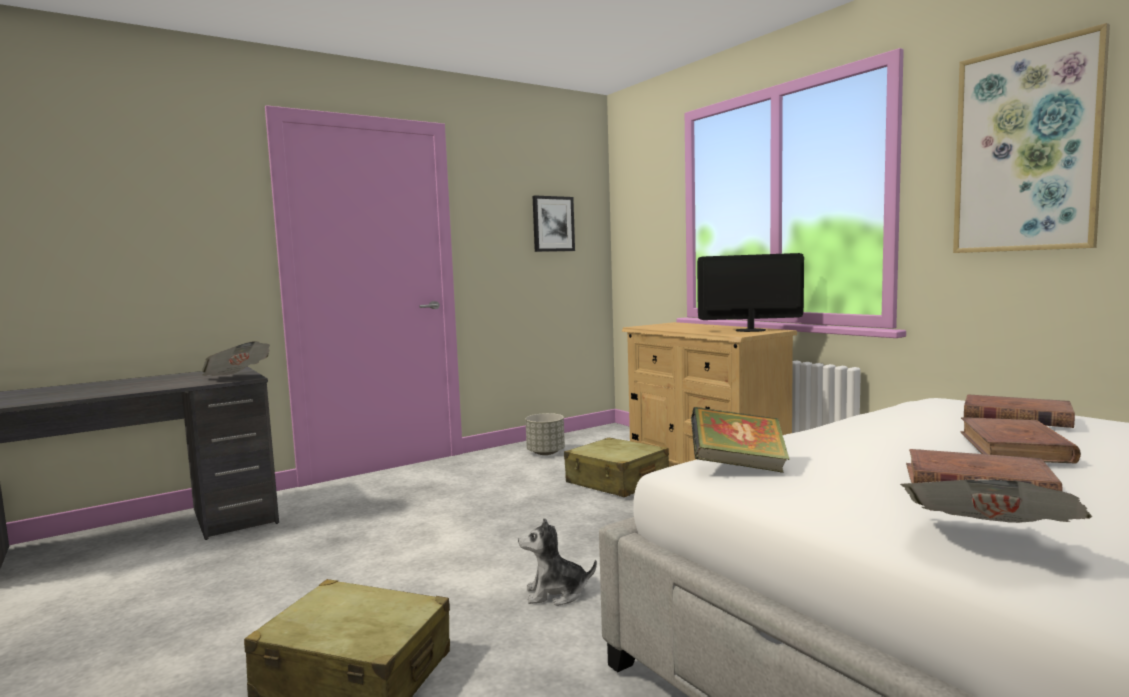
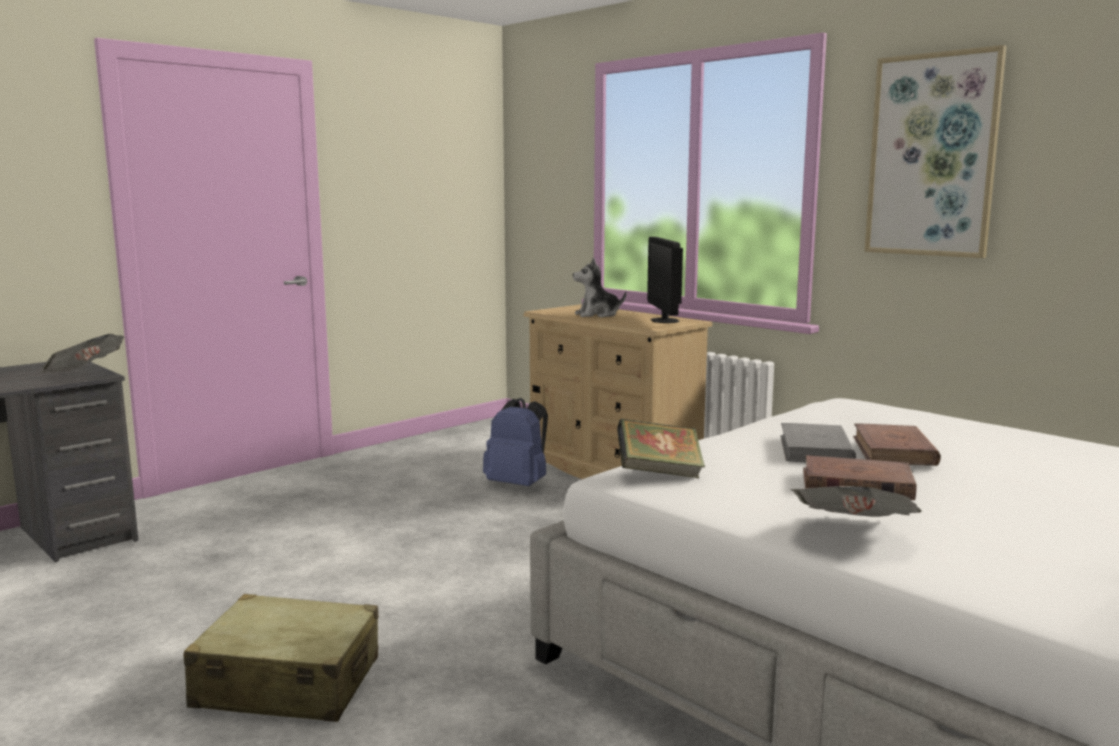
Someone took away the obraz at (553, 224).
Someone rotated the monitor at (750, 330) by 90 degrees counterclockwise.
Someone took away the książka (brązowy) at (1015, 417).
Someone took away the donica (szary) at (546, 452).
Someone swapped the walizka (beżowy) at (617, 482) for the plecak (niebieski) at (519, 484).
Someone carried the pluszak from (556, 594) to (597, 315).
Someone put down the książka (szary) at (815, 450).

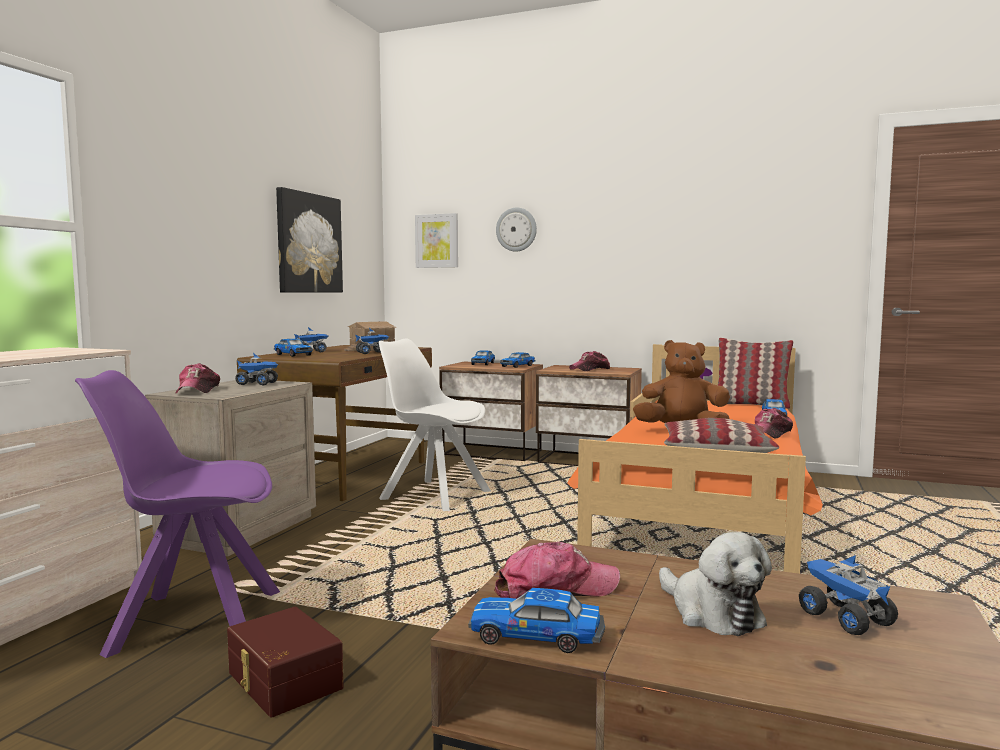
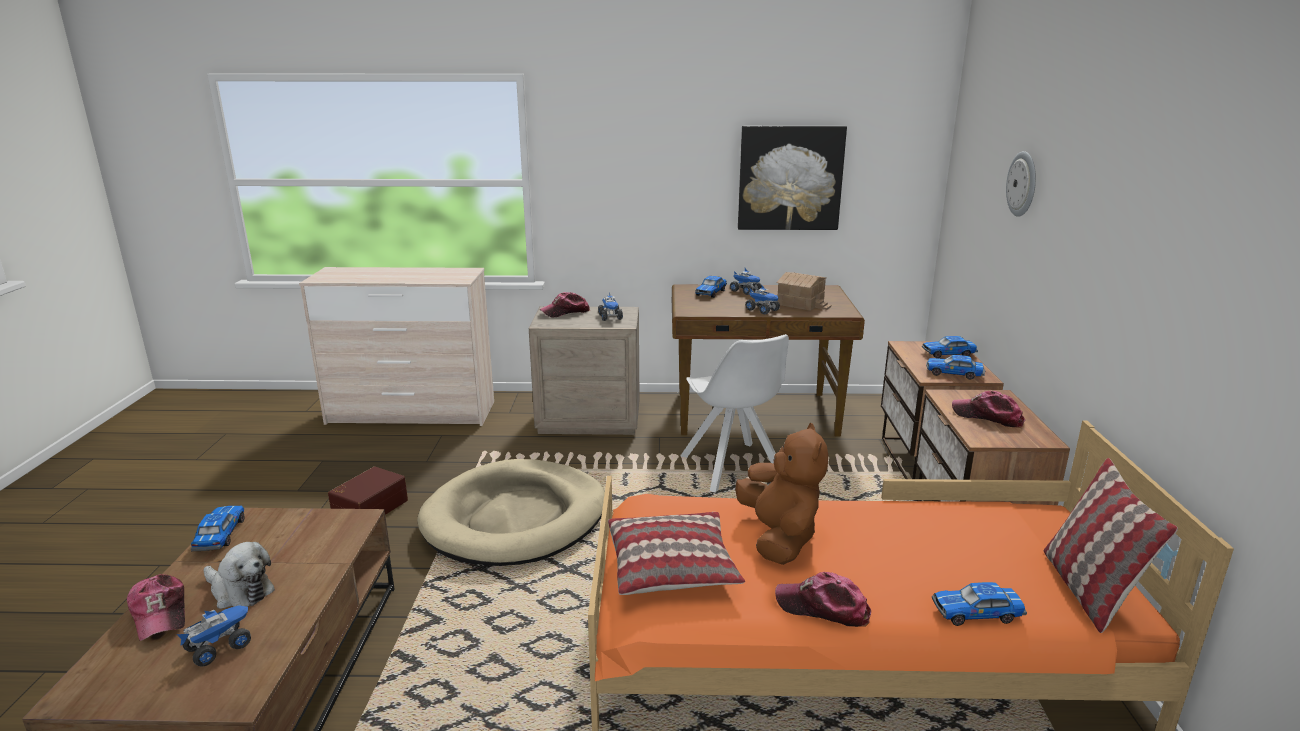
Someone took away the obraz at (437, 241).
Someone rotated the krzesło (biały) at (433, 495) by 150 degrees clockwise.
Someone took away the krzesło (fioletowy) at (192, 622).
Someone rotated the pluszak at (712, 613) by 105 degrees counterclockwise.
Someone carried the czapka z daszkiem from (555, 588) to (160, 614).
Someone put down the legowisko (beżowy) at (516, 518).

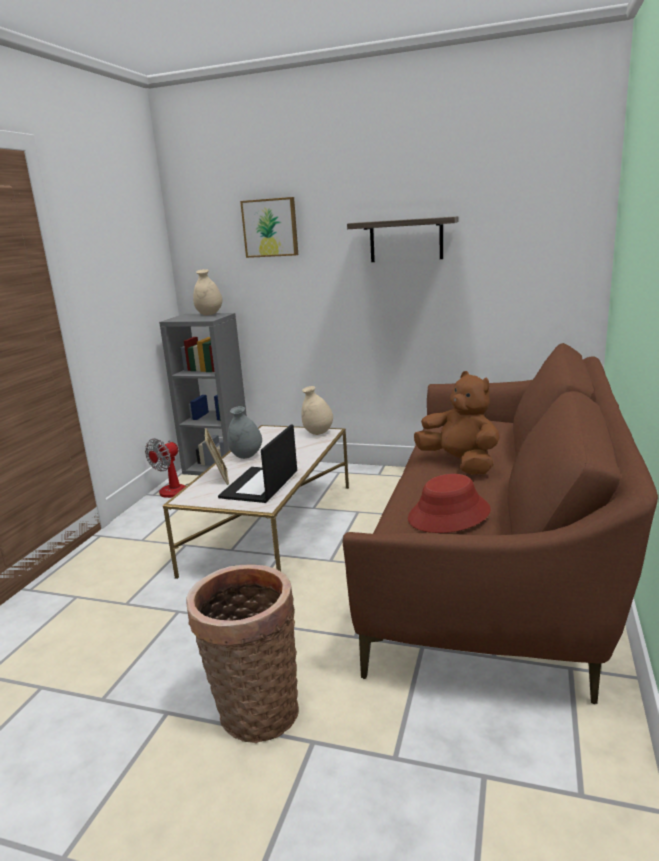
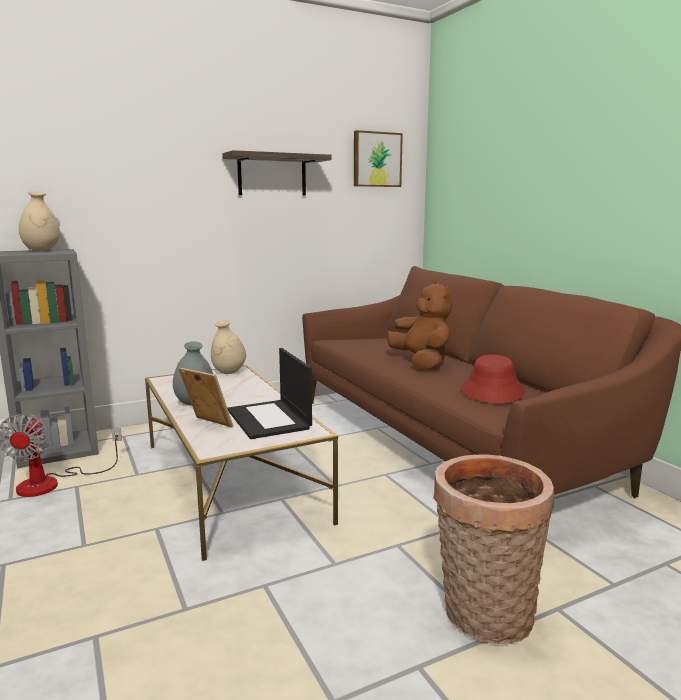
Someone carried the obraz from (270, 228) to (376, 159).
Someone rotated the pluszak (brązowy) at (460, 464) by 60 degrees clockwise.

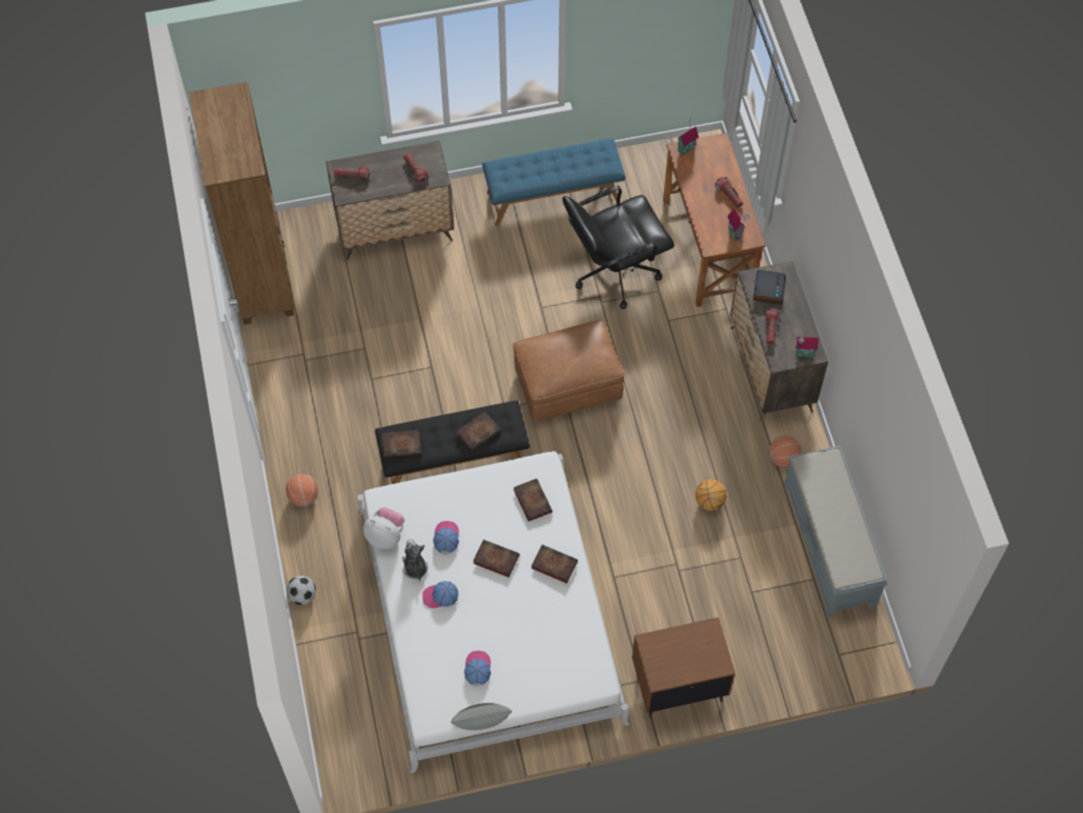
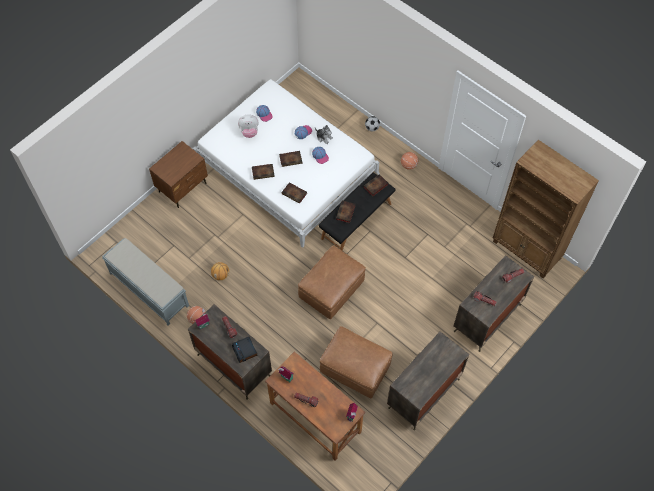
Someone swapped the ławka (niebieski) at (553, 196) for the komoda at (423, 393).
Someone swapped the krzesło biurowe (czarny) at (614, 271) for the pufa (brązowy) at (355, 369).
Someone carried the pluszak from (386, 536) to (249, 132).
Someone took away the poduszka (szary) at (481, 726).

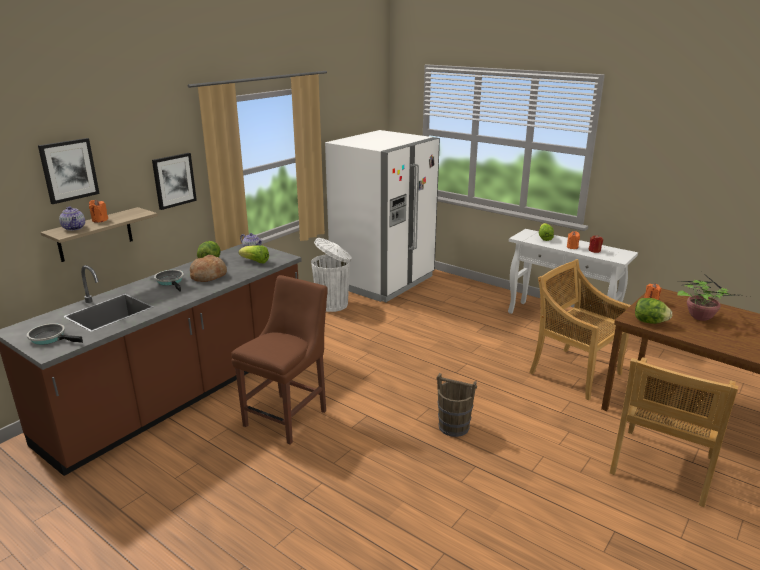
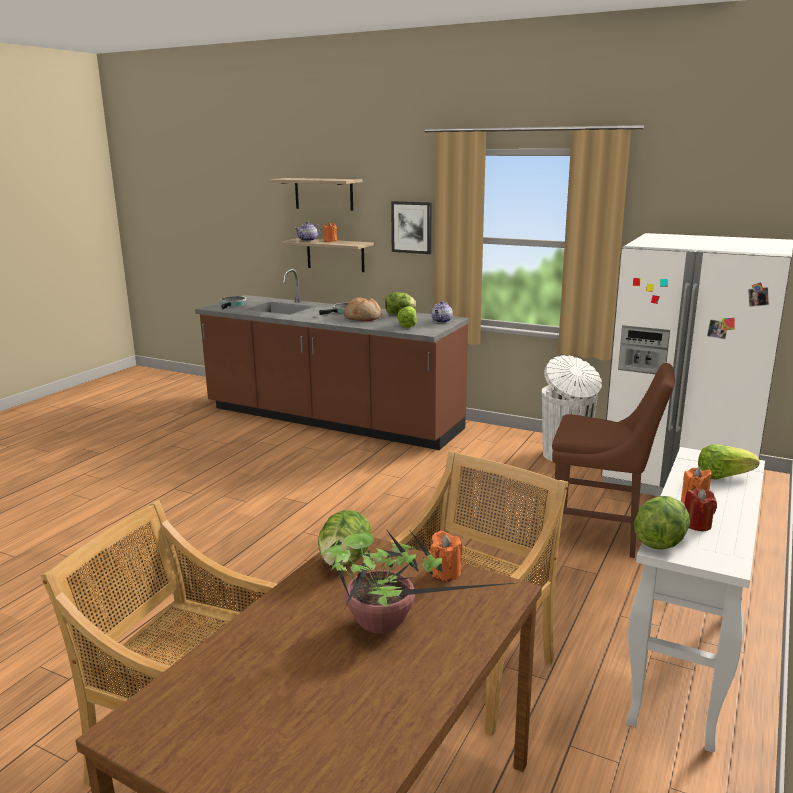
Someone swapped the obraz at (69, 170) for the półka at (323, 194).
Someone carried the krzesło (brązowy) from (288, 416) to (601, 534).
Someone took away the wiadro (brązowy) at (454, 427).
Someone put down the sałata at (660, 542).

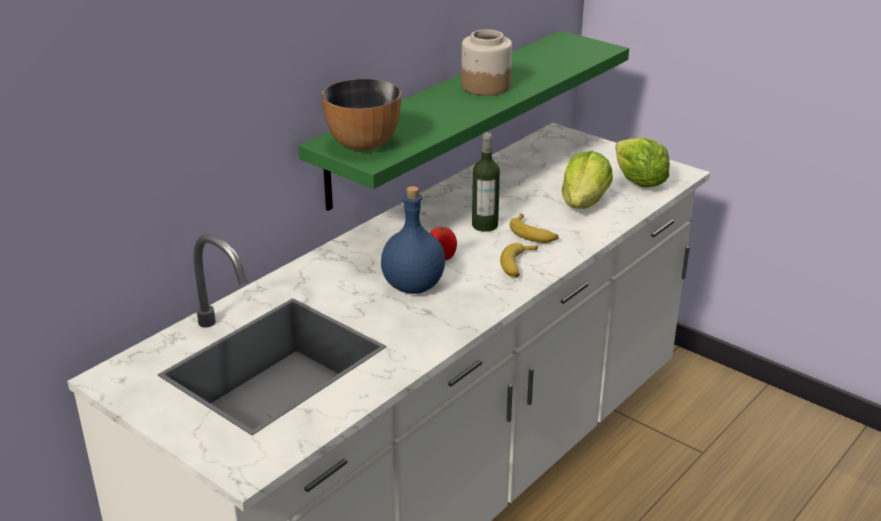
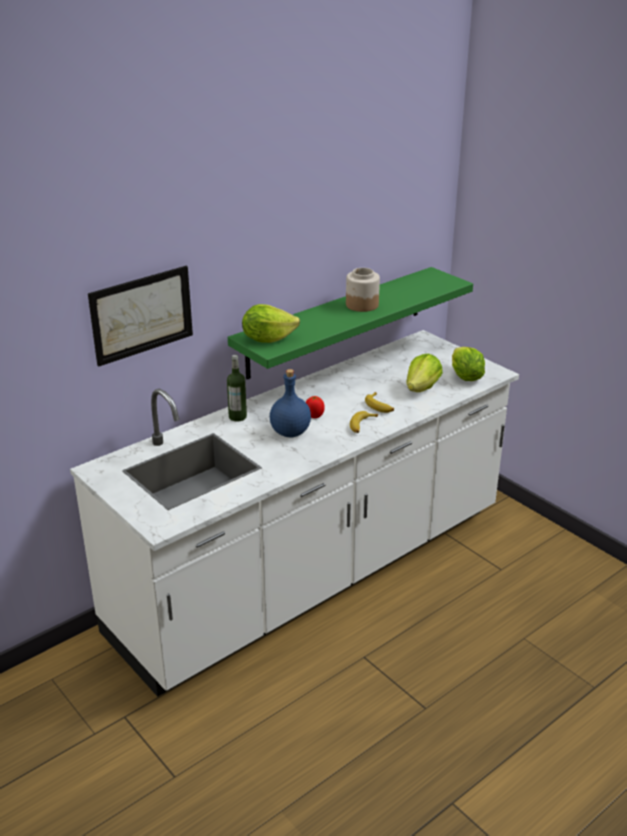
Someone swapped the miska at (363, 144) for the sałata at (267, 339).
Someone carried the butelka from (485, 225) to (237, 417).
Someone put up the obraz at (142, 314).

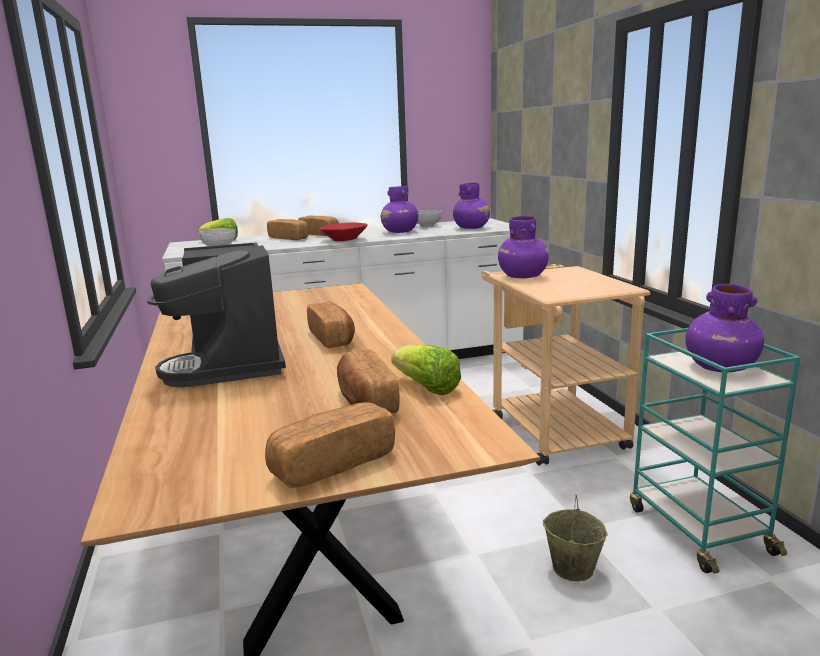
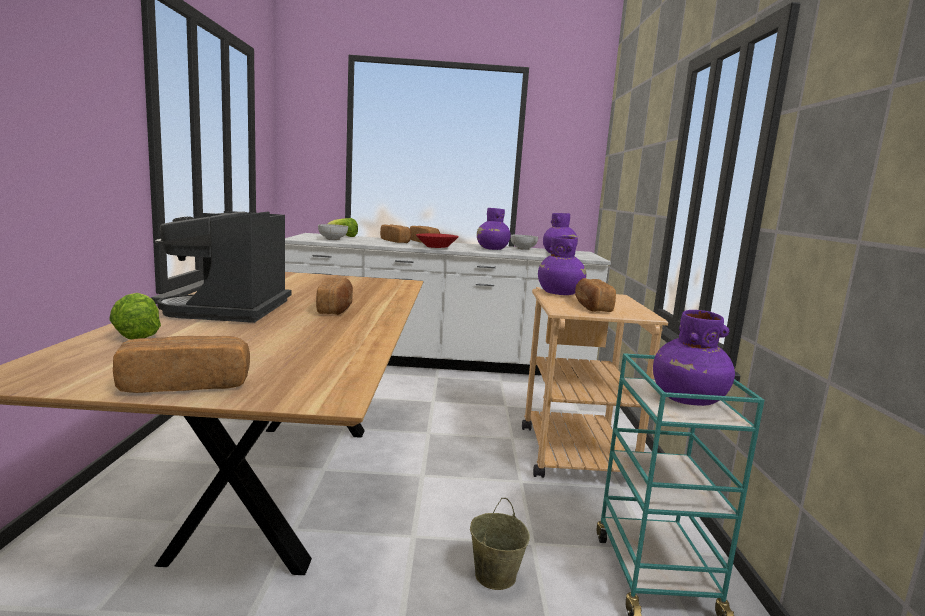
Someone carried the sałata from (426, 388) to (138, 334).
Someone carried the chleb from (366, 401) to (591, 307).

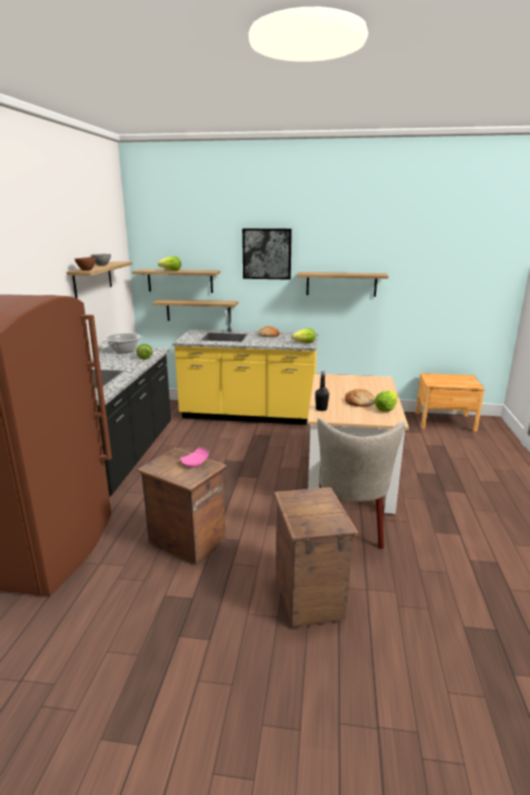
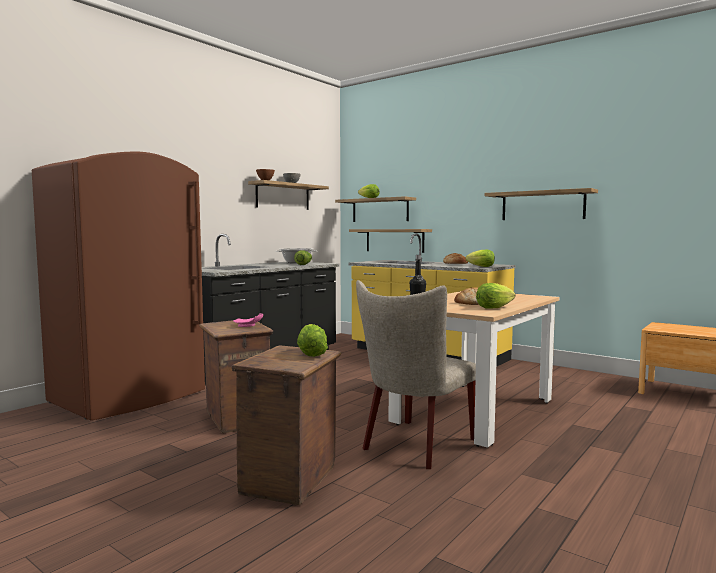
Someone took away the obraz at (267, 254).
Someone put down the sałata at (311, 354).

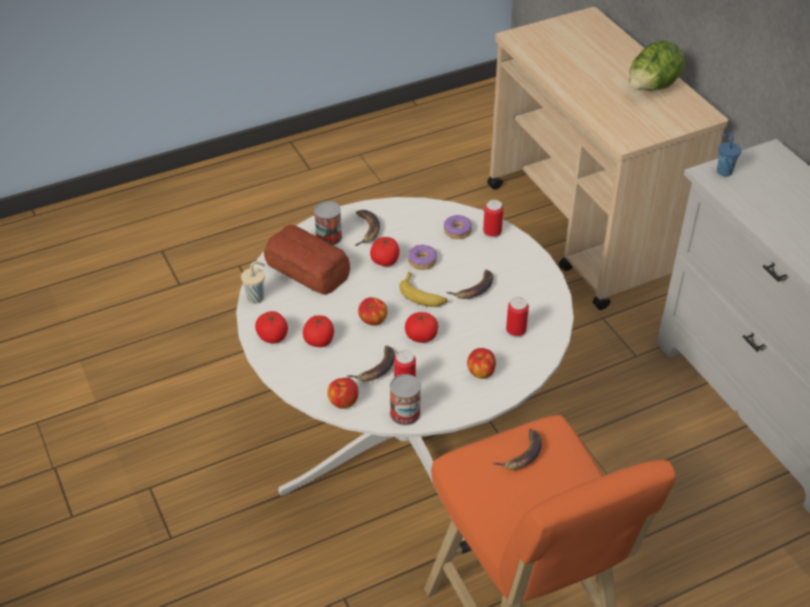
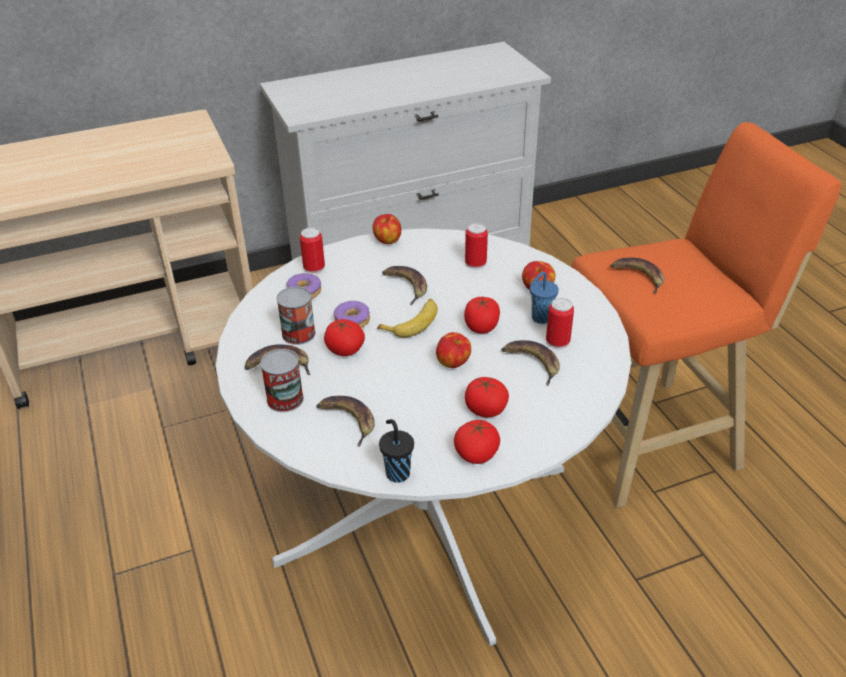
Someone took away the sałata at (652, 88).
Someone carried the filiżanka (niebieski) from (723, 171) to (540, 318).
Someone swapped the chleb at (308, 269) for the banan at (347, 420).
Someone repainted the filiżanka (beżowy) at (256, 298), which became the filiżanka (czarny) at (397, 473).
Someone carried the puszka from (405, 413) to (298, 334).
Someone carried the jabłko from (343, 402) to (387, 241).

